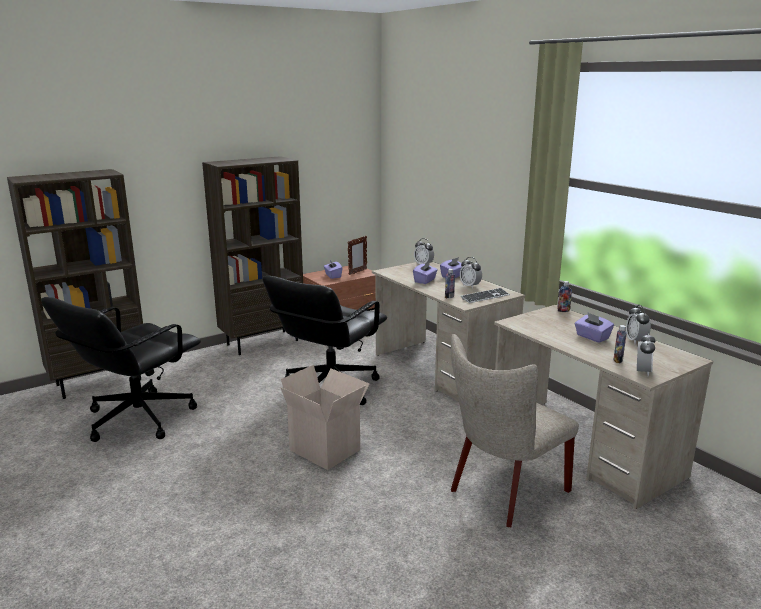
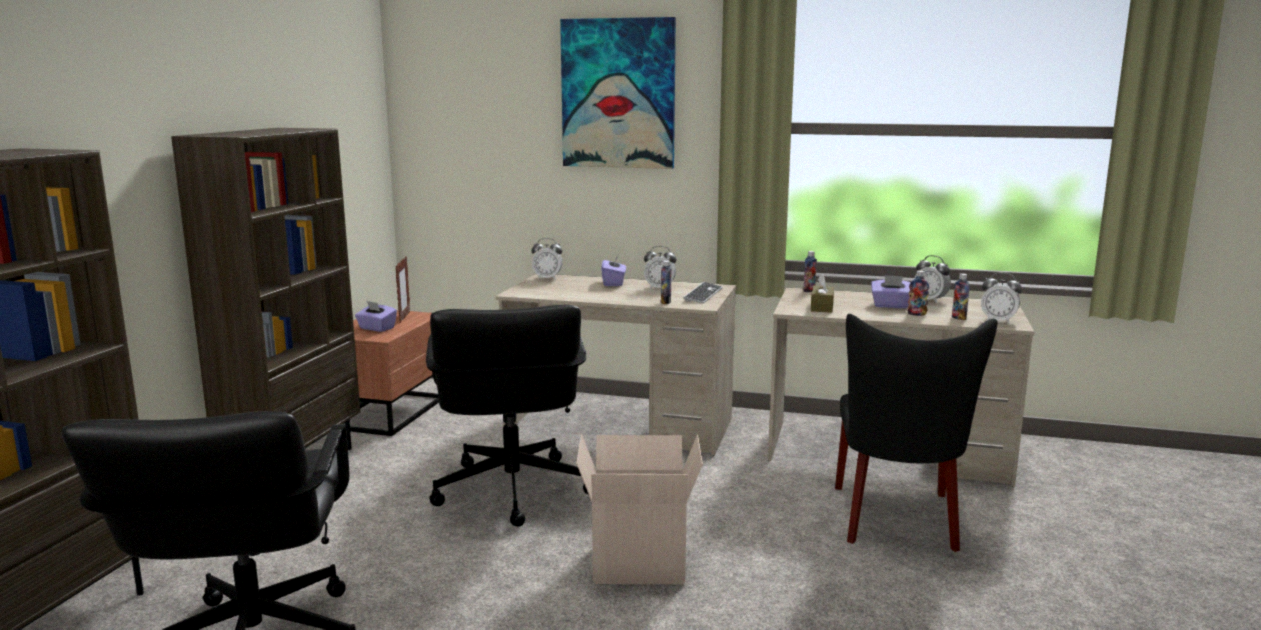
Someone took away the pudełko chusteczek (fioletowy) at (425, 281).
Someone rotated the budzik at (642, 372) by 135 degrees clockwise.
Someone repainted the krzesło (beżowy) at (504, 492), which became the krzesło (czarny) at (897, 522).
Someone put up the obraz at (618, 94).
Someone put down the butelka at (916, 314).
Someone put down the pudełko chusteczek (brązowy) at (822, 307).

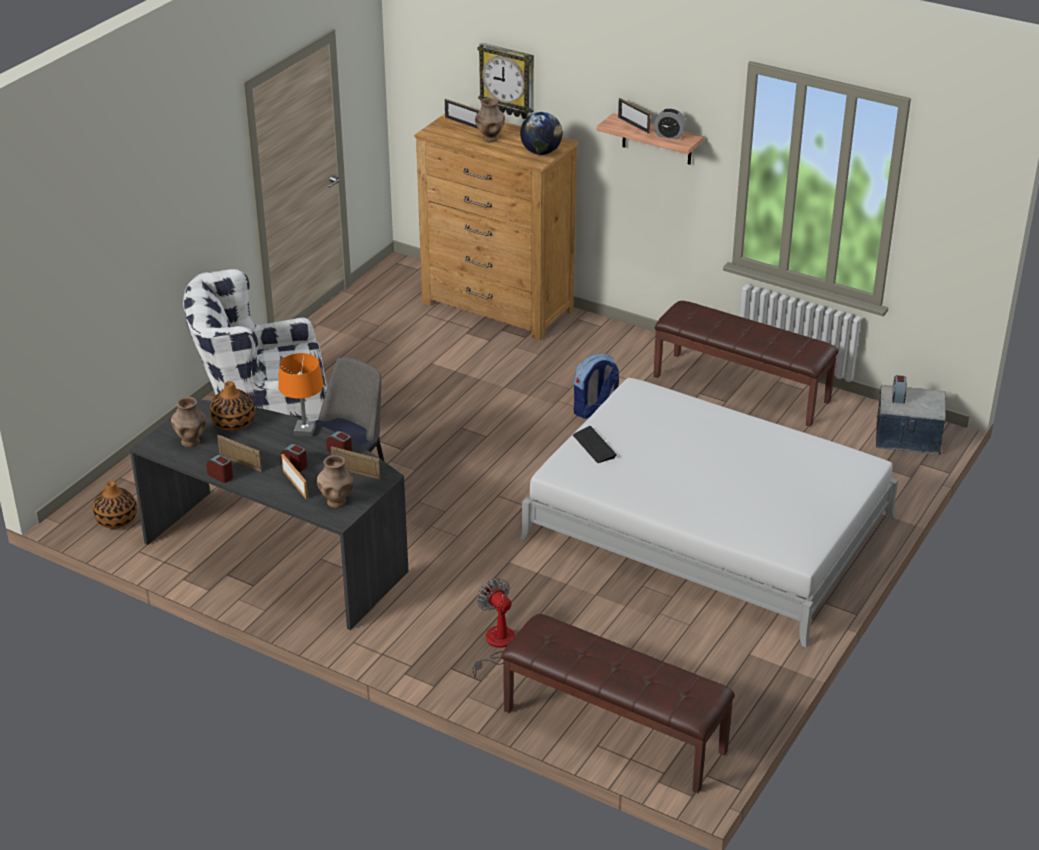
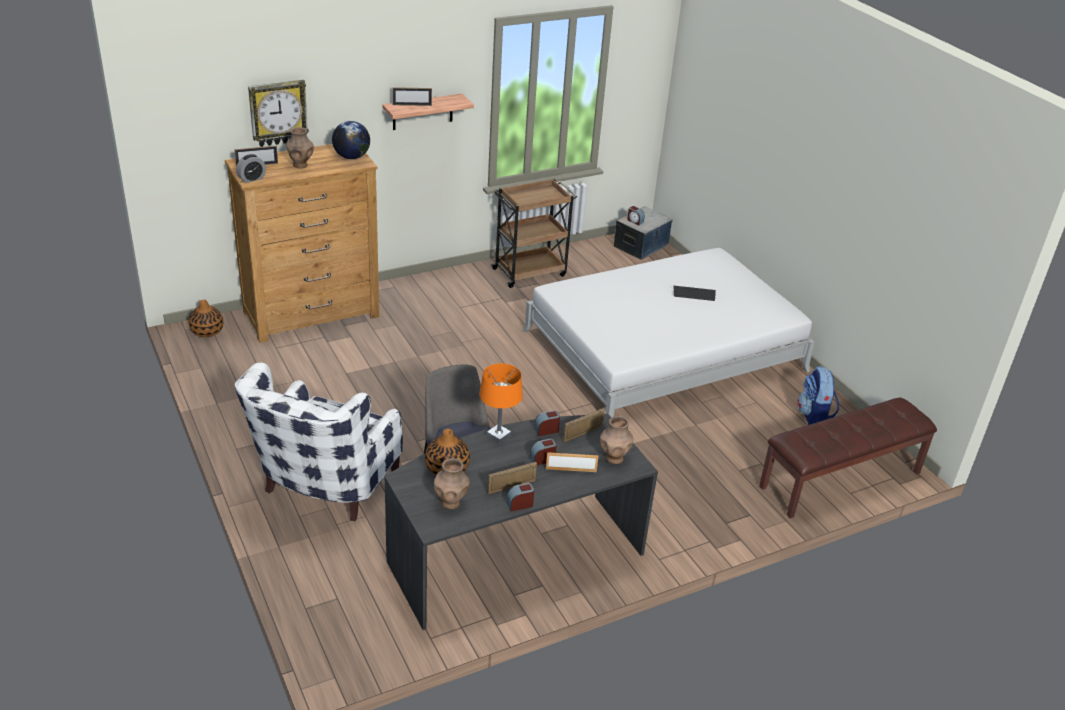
Someone carried the budzik from (669, 136) to (252, 179).
Someone swapped the ławka (brązowy) at (742, 388) for the wózek (brązowy) at (530, 272).
Someone carried the plecak from (595, 410) to (814, 417).
Someone carried the klawiatura from (594, 446) to (694, 294).
Someone carried the wazon from (116, 520) to (207, 331).
Someone took away the wentylator at (496, 645).

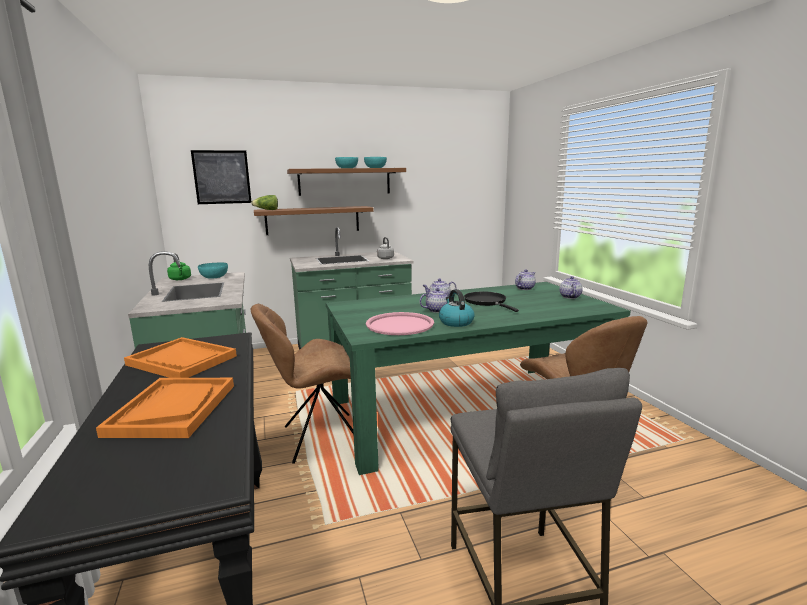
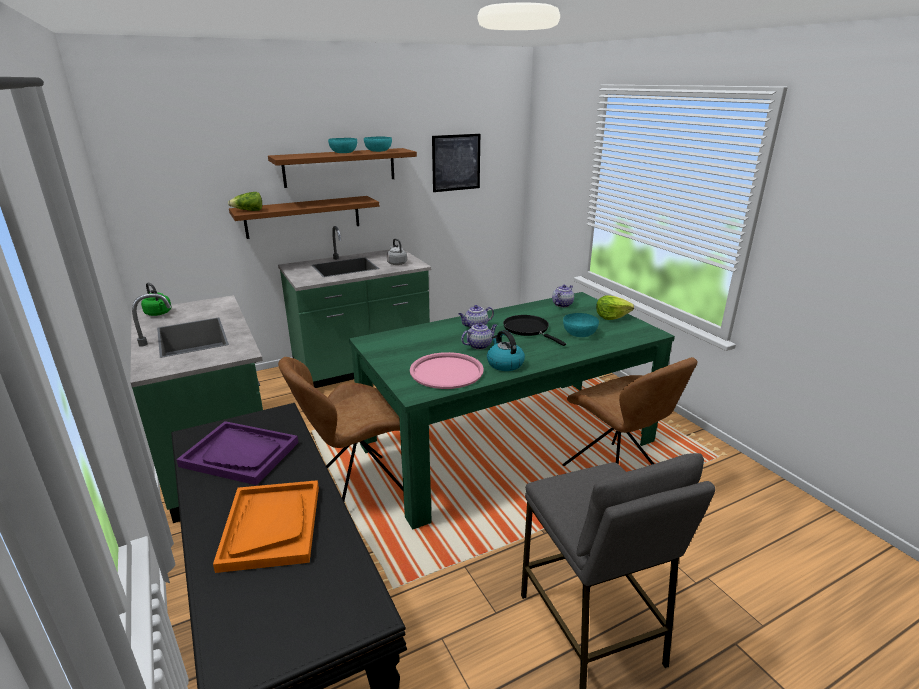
Someone carried the obraz from (222, 177) to (456, 162).
Someone carried the miska (turkusowy) from (214, 277) to (579, 333).
Someone swapped the imbryk at (569, 296) for the sałata at (611, 316).
Someone repainted the taca (pomarańczowy) at (182, 360), which became the taca (fioletowy) at (240, 454).

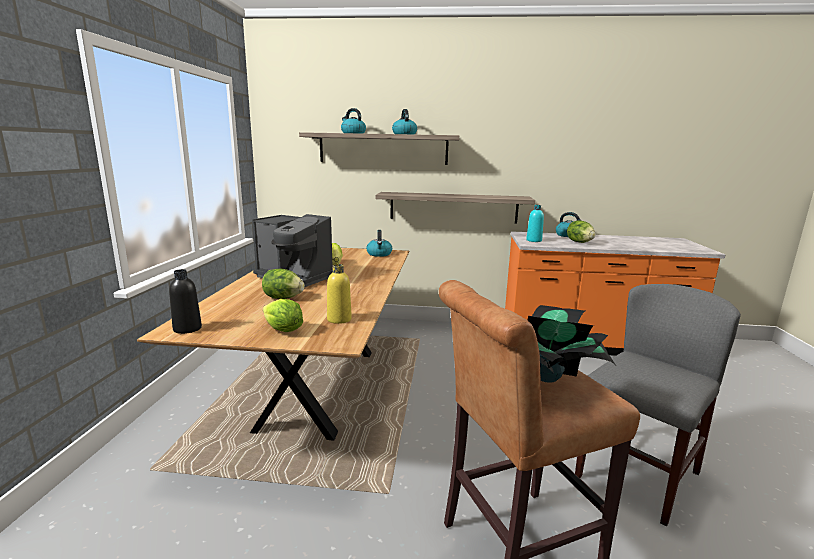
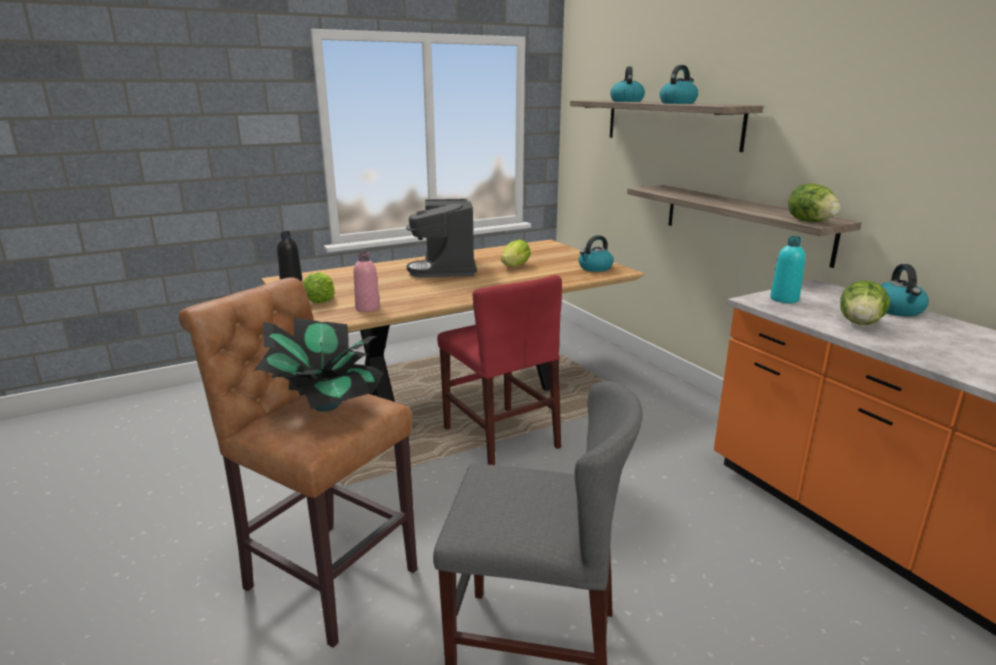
Someone repainted the butelka (żółty) at (339, 319), which became the butelka (różowy) at (367, 308).
Someone carried the sałata from (283, 298) to (810, 222).
Someone put down the krzesło (czerwony) at (500, 438).

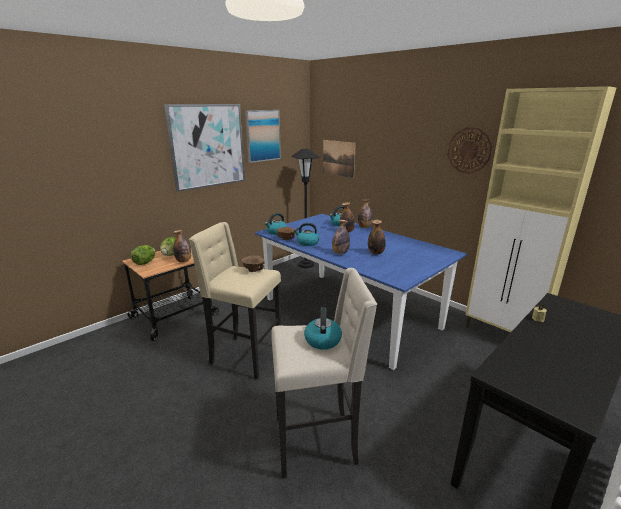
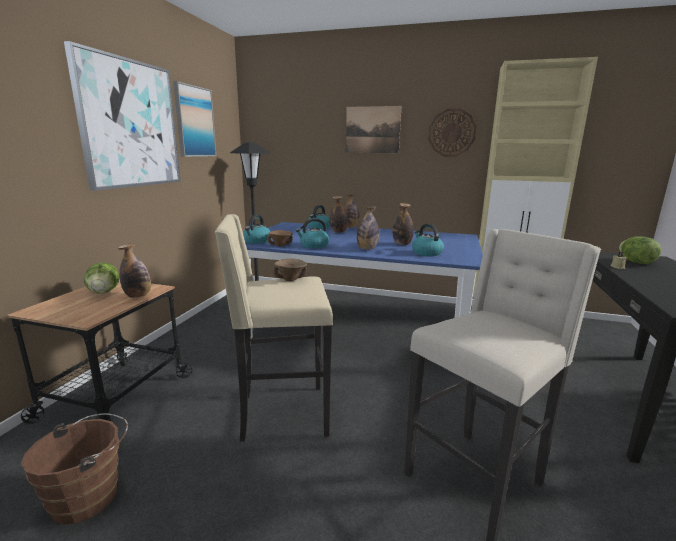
Someone carried the obraz from (338, 158) to (372, 130).
Someone carried the sałata from (145, 263) to (635, 262).
Someone carried the czajnik from (322, 340) to (426, 253).
Someone put down the wiadro (brązowy) at (90, 495).

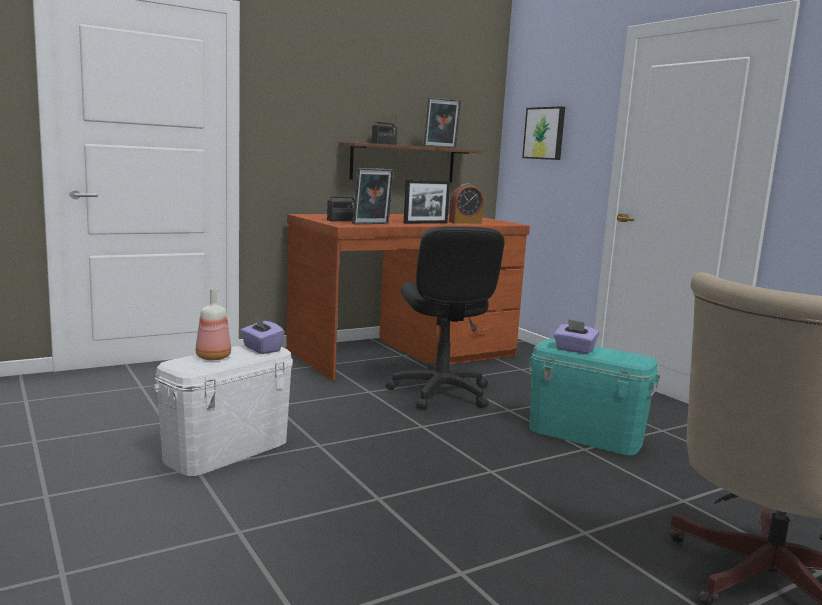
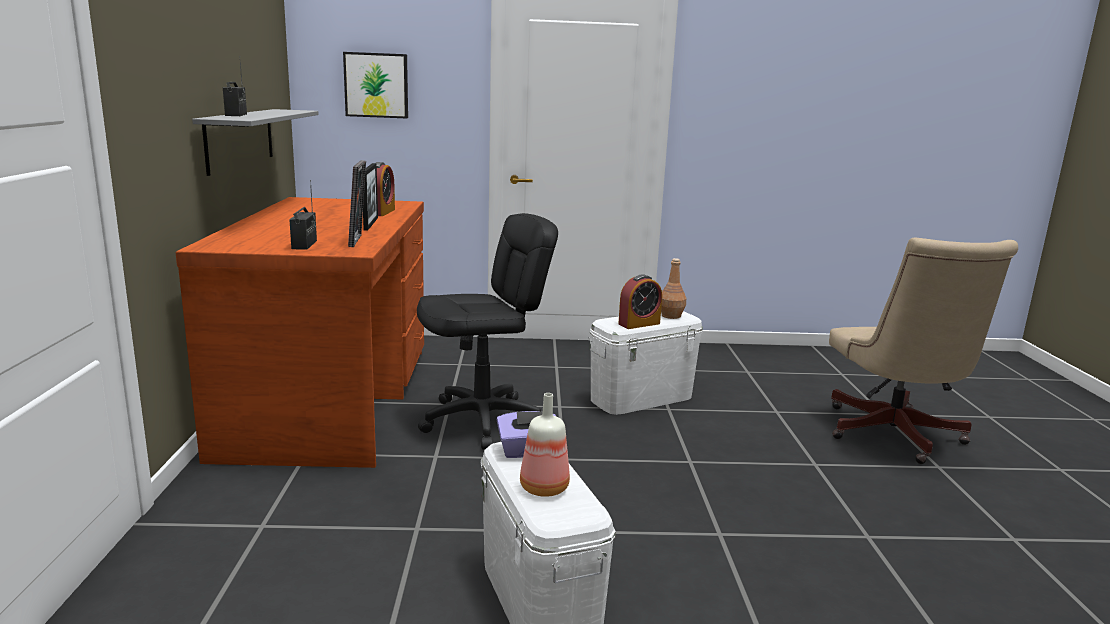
Someone took away the ramka na zdjęcie at (440, 147).
Someone repainted the półka (brązowy) at (403, 163), which became the półka (szary) at (240, 139).
Someone rotated the krzesło biurowe (czarny) at (440, 393) by 45 degrees counterclockwise.
Someone swapped the pudełko chusteczek (fioletowy) at (574, 350) for the budzik at (639, 324).
Someone repainted the pojemnik do przechowywania (turkusowy) at (585, 435), which became the pojemnik do przechowywania (biały) at (641, 398).
Someone put down the butelka (brązowy) at (670, 316).

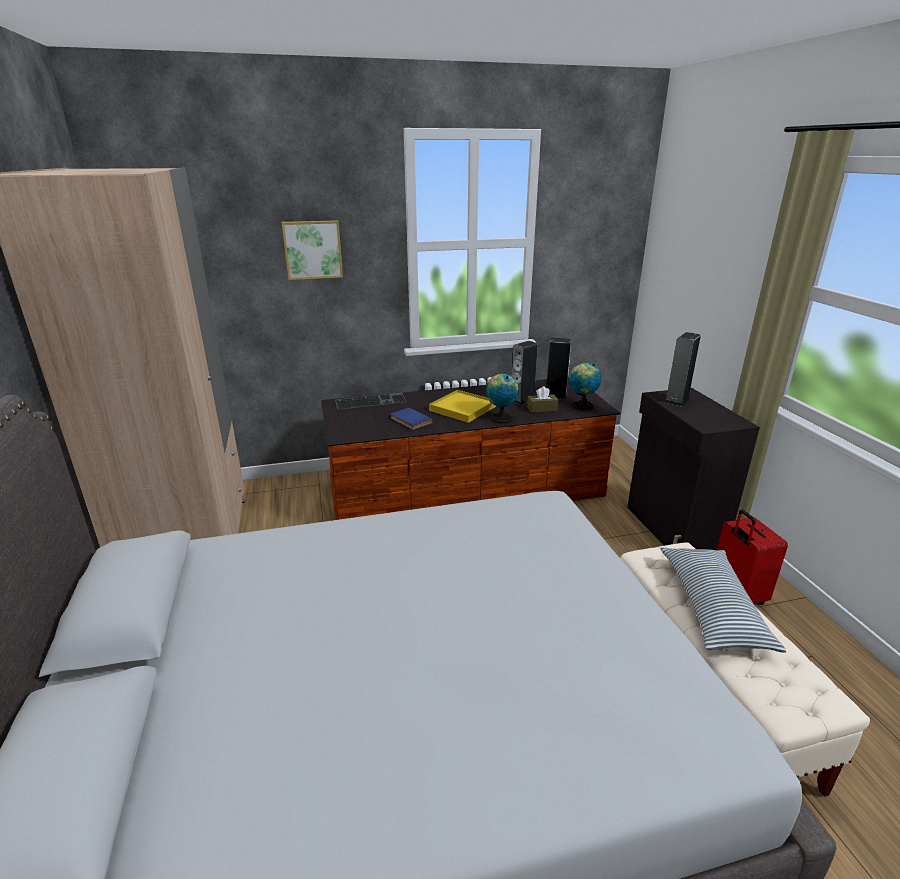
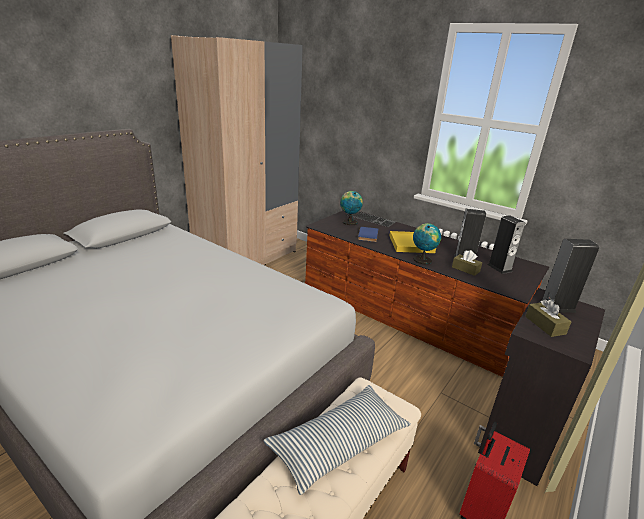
Someone took away the obraz at (313, 249).
Someone carried the globus from (581, 405) to (349, 222).
Someone put down the pudełko chusteczek (brązowy) at (545, 325).

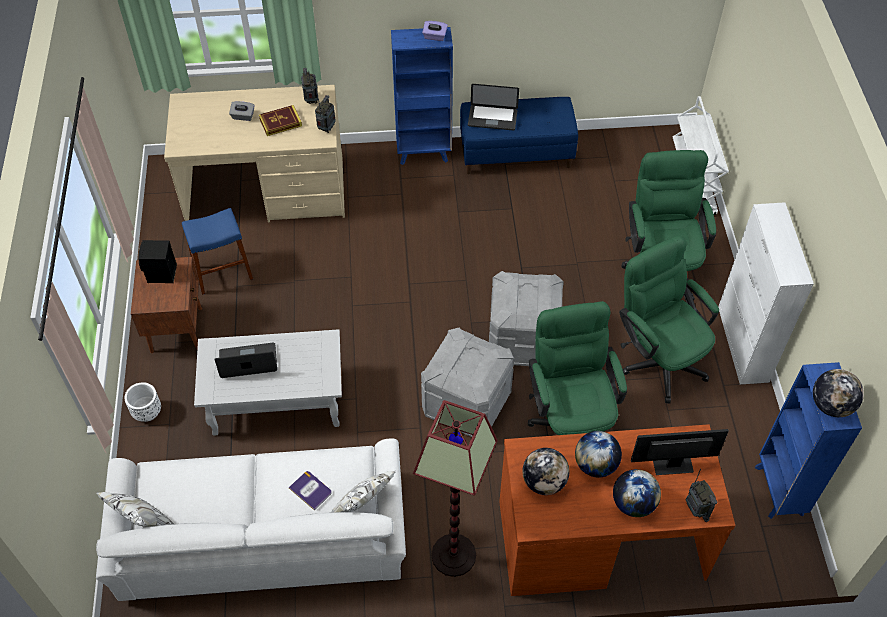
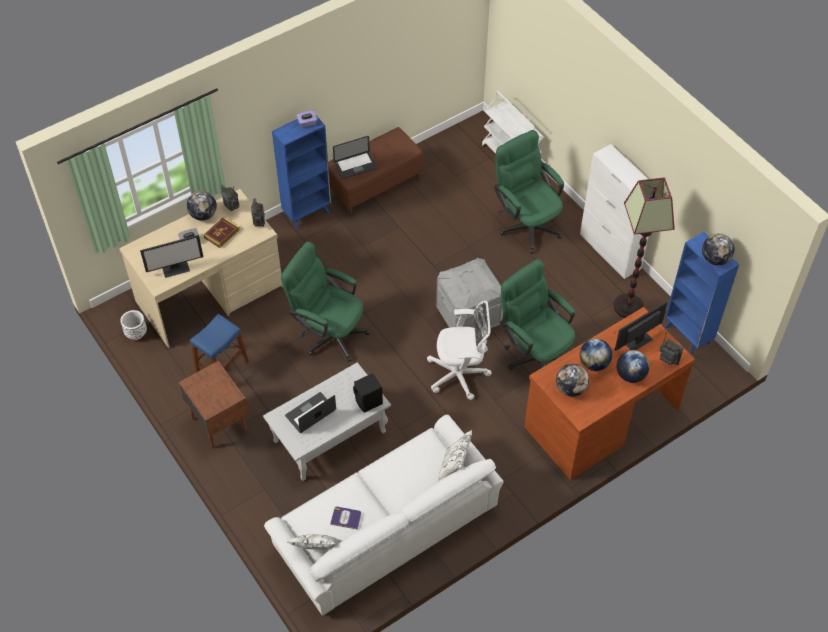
Someone repainted the ławka (niebieski) at (516, 154), which became the ławka (brązowy) at (375, 185).
Someone carried the krzesło biurowe (zielony) from (658, 358) to (328, 333).
Someone carried the głośnik (czarny) from (161, 275) to (369, 402).
Someone swapped the pojemnik do przechowywania (szary) at (466, 404) for the krzesło biurowe (biały) at (460, 375).
Someone carried the donica (biały) from (147, 412) to (136, 333).
Someone carried the lampa stojąca from (454, 555) to (628, 306).
Someone carried the książka from (310, 490) to (346, 518).
Someone put down the globus at (203, 215).
Someone put down the monitor at (176, 268).

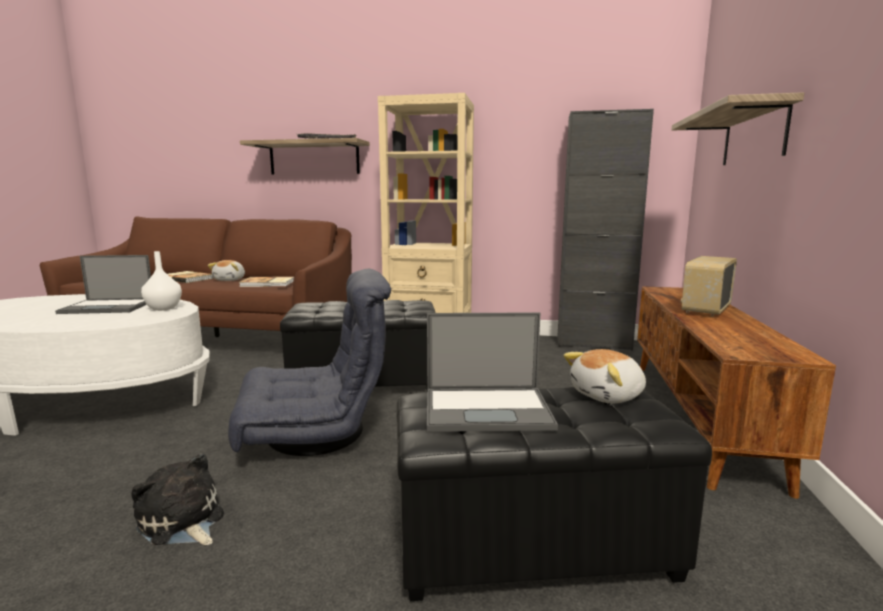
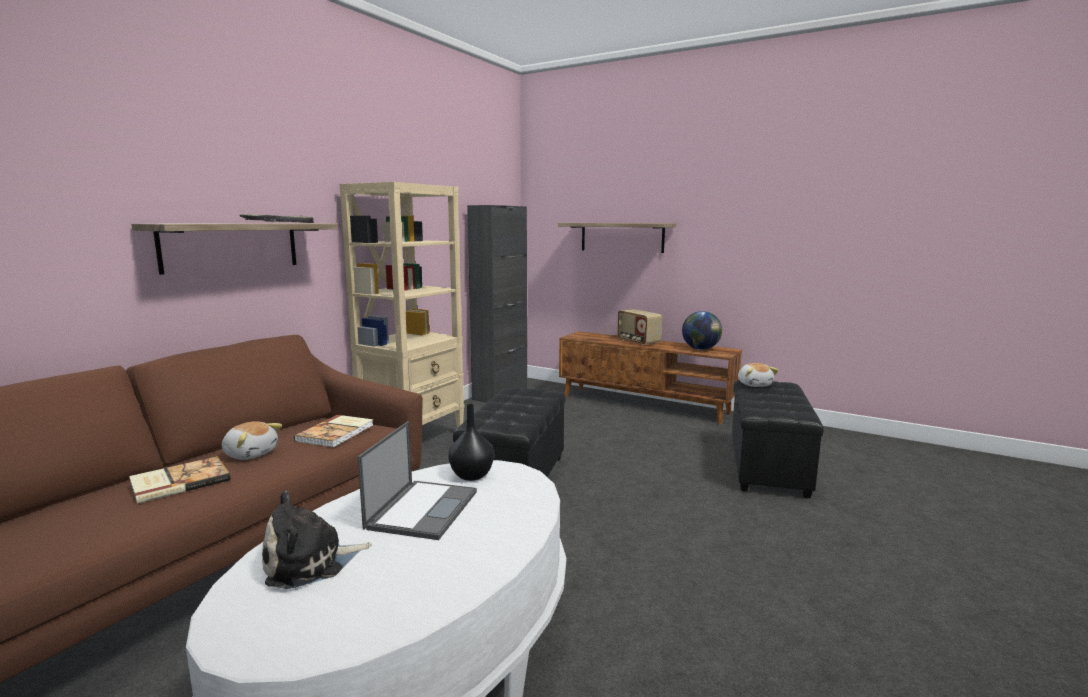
Someone repainted the wazon (biały) at (163, 308), which became the wazon (czarny) at (471, 476).
Someone took away the fotel (szary) at (315, 436).
Someone took away the laptop at (488, 409).
Someone carried the pluszak from (182, 522) to (310, 562).
Someone put down the globus at (701, 349).

